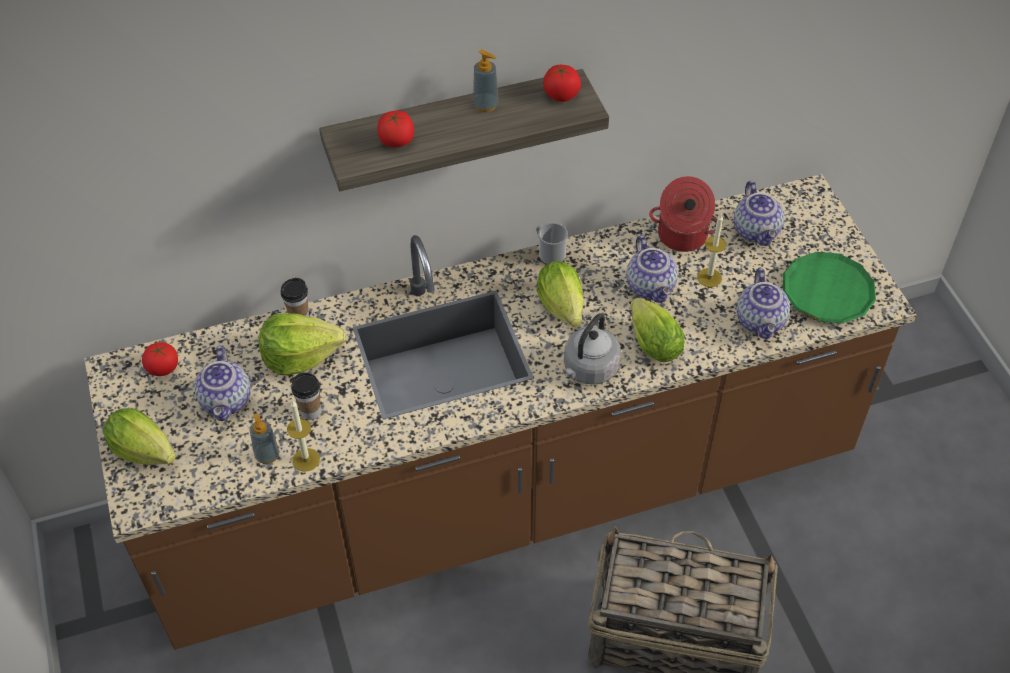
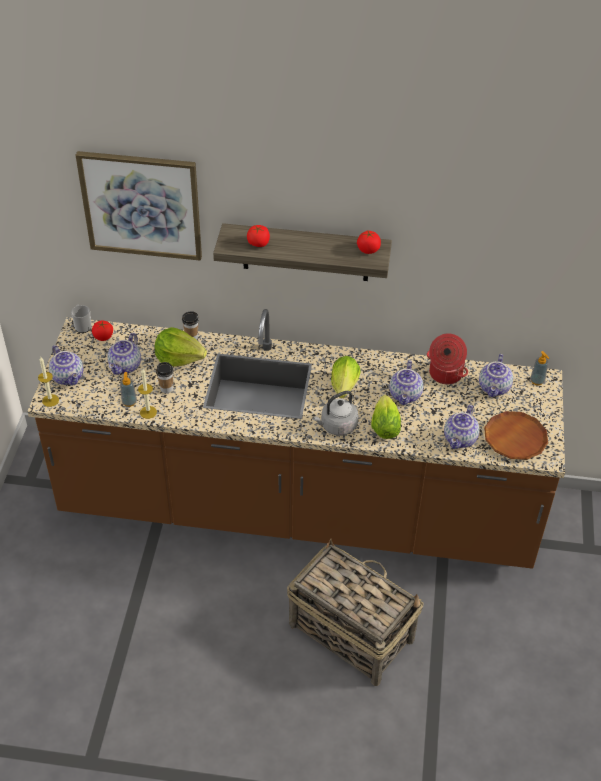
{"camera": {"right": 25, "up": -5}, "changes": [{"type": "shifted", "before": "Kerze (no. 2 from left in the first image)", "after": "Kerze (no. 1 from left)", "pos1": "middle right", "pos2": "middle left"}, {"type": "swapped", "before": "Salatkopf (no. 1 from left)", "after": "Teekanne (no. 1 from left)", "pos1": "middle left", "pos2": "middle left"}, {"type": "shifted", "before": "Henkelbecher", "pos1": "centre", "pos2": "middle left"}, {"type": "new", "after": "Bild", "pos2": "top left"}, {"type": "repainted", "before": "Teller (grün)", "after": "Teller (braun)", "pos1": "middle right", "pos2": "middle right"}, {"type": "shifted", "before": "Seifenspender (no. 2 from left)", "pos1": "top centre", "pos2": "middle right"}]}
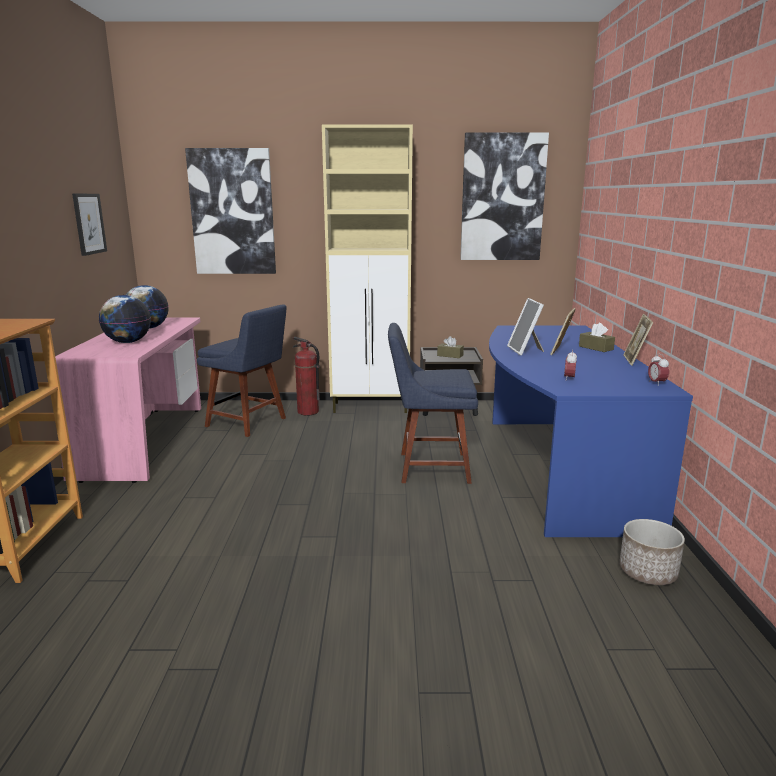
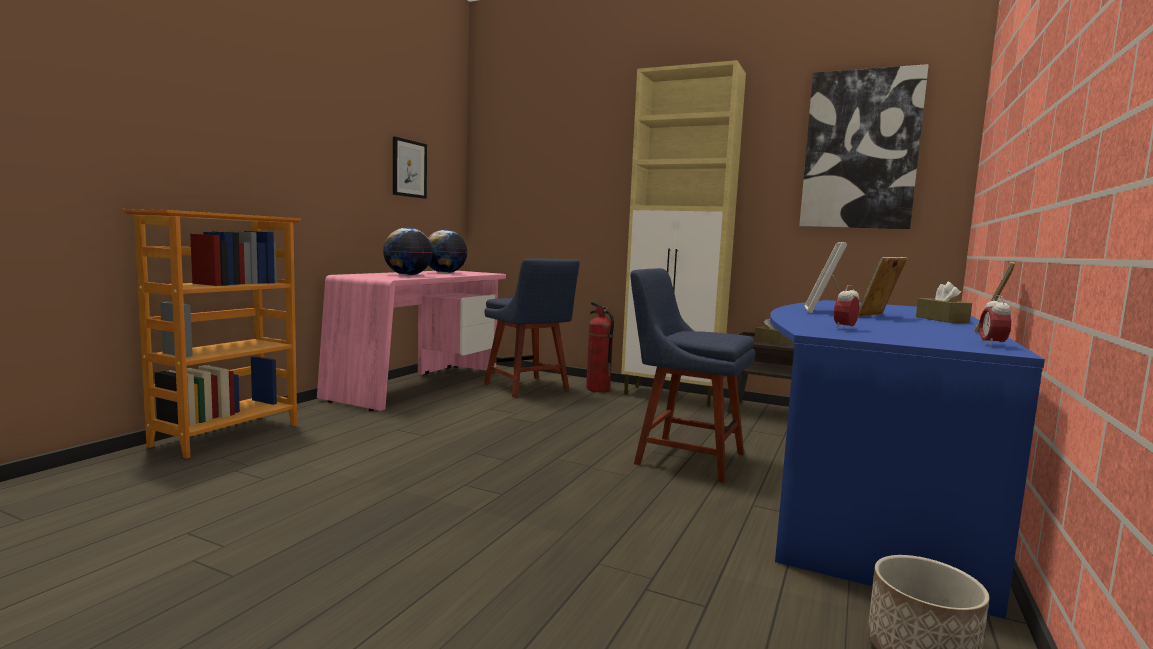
{"camera": {"right": 25, "up": -10}, "changes": [{"type": "gone", "before": "Bild (no. 2 from left)", "pos1": "top left"}]}
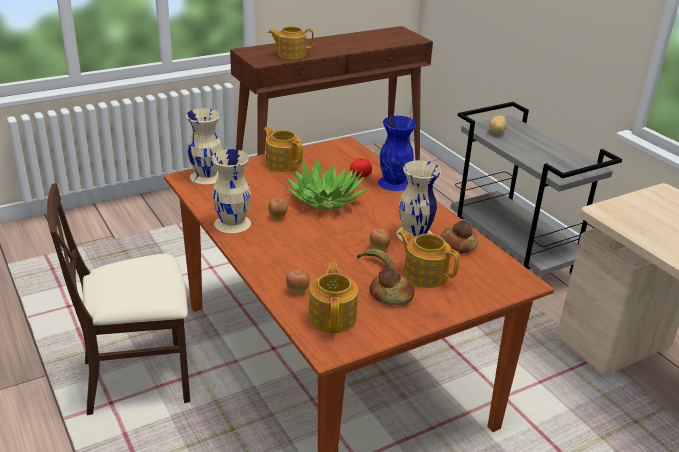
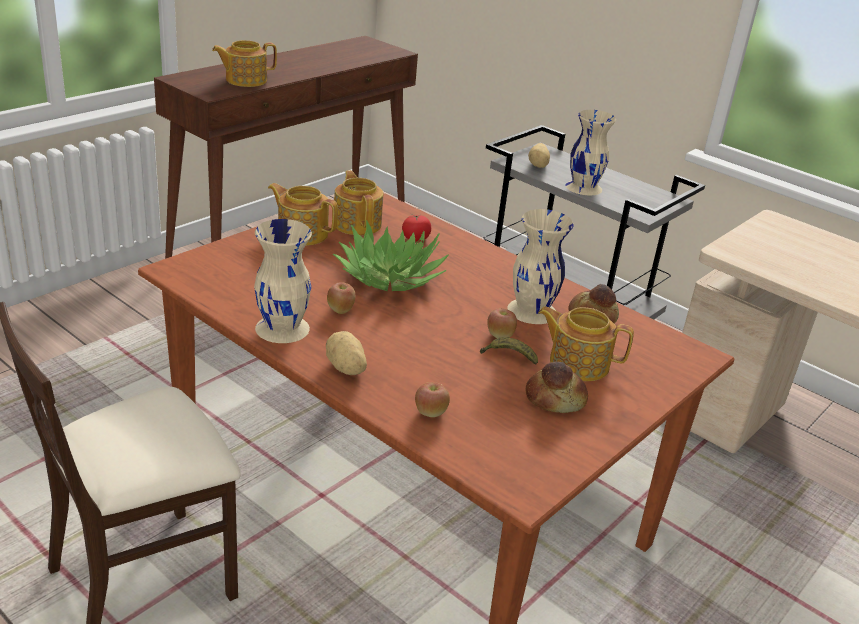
{"camera": {"right": -20, "up": 0}, "changes": [{"type": "new", "after": "Kartoffel (no. 1 from left)", "pos2": "centre"}, {"type": "shifted", "before": "Teekanne (no. 3 from left)", "pos1": "centre", "pos2": "top centre"}, {"type": "shifted", "before": "Vase (beige) (no. 1 from left in the first image)", "after": "Vase (beige) (no. 3 from left)", "pos1": "top left", "pos2": "top right"}, {"type": "gone", "before": "Vase (blau)", "pos1": "centre"}]}
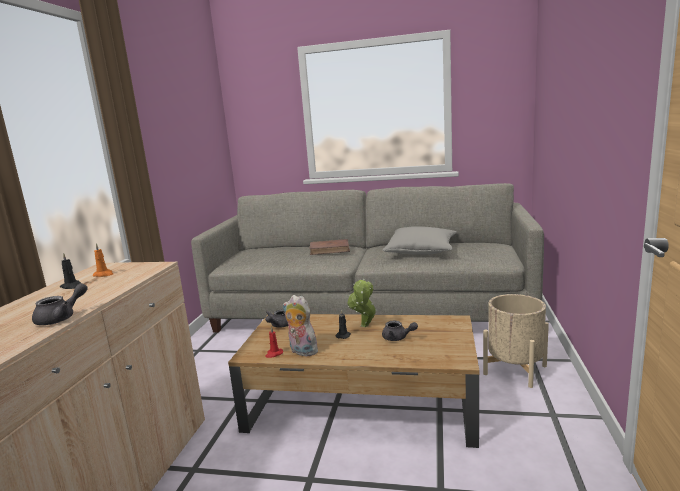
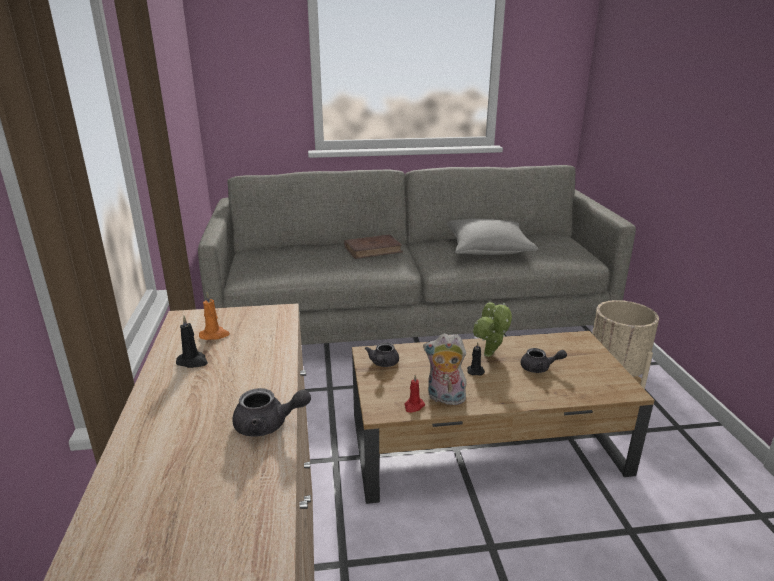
{"camera": {"right": -20, "up": 10}, "changes": [{"type": "rotated", "before": "Teekanne (grau) (no. 1 from left)", "pos1": "middle left", "pos2": "bottom centre", "turn": 75}]}
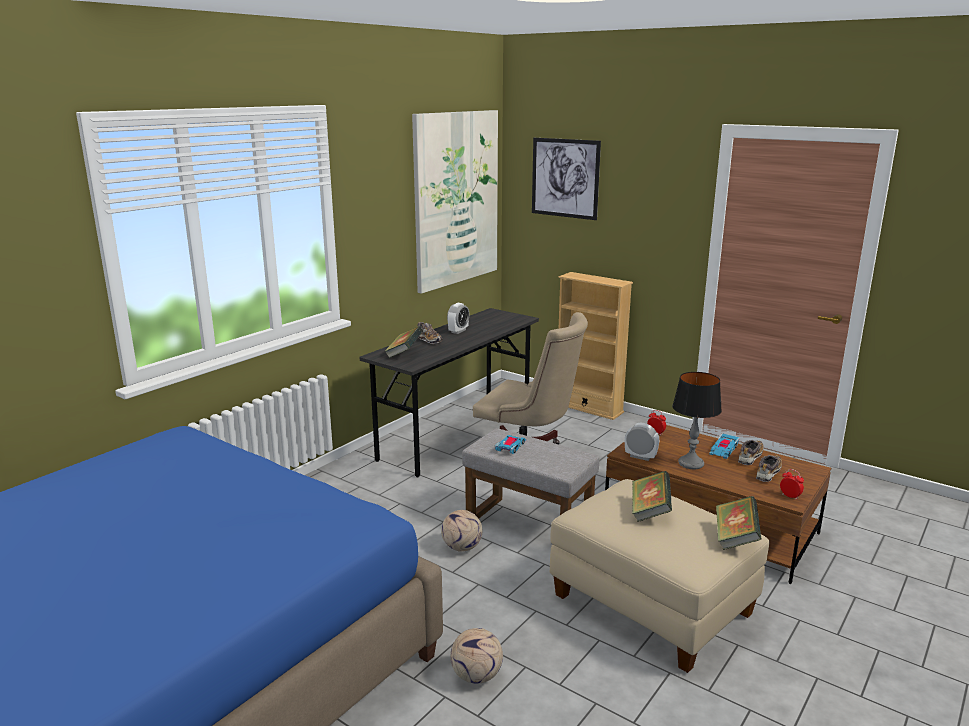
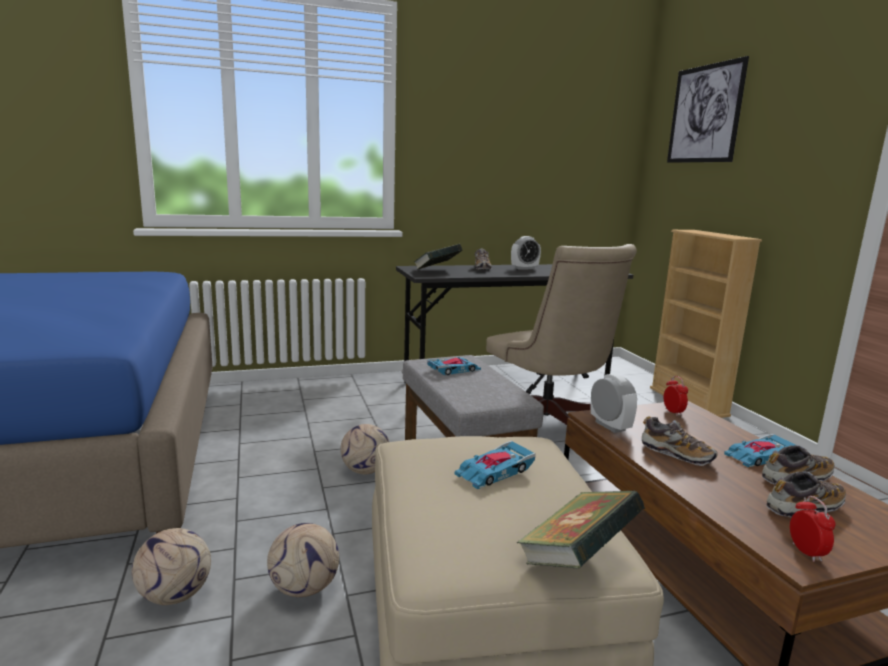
{"camera": {"right": 35, "up": -5}, "changes": [{"type": "new", "after": "Fußball (no. 2 from left)", "pos2": "bottom centre"}, {"type": "swapped", "before": "Buch (no. 2 from left)", "after": "Spielzeugauto (no. 2 from left)", "pos1": "bottom right", "pos2": "bottom centre"}, {"type": "swapped", "before": "Tischlampe", "after": "Schuh (no. 2 from left)", "pos1": "middle right", "pos2": "middle right"}, {"type": "gone", "before": "Bild (no. 1 from left)", "pos1": "top centre"}]}
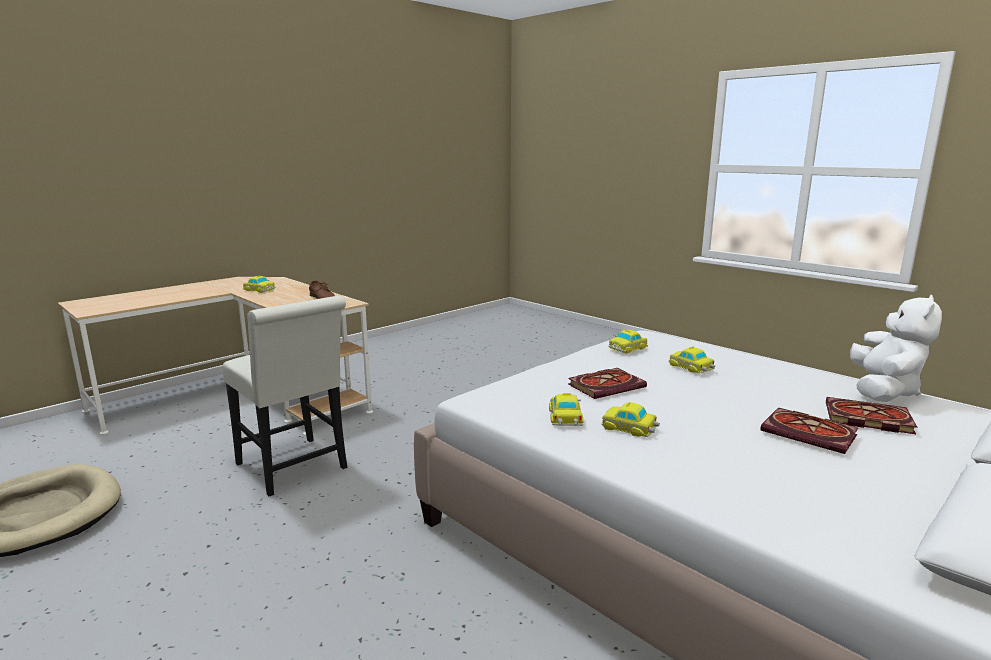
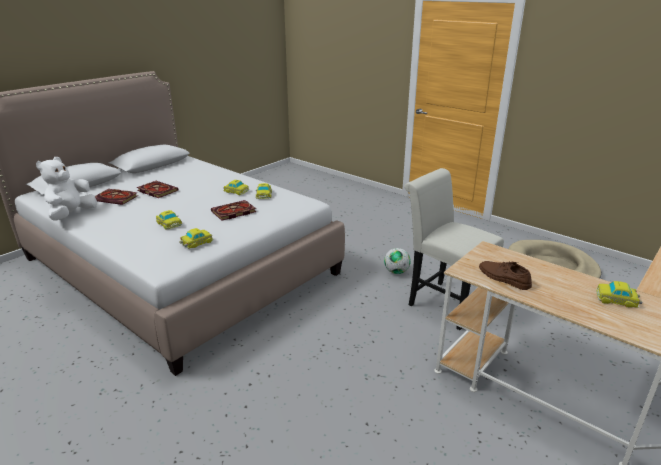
{"camera": {"right": 175, "up": 10}, "changes": [{"type": "new", "after": "Fußball", "pos2": "centre"}]}
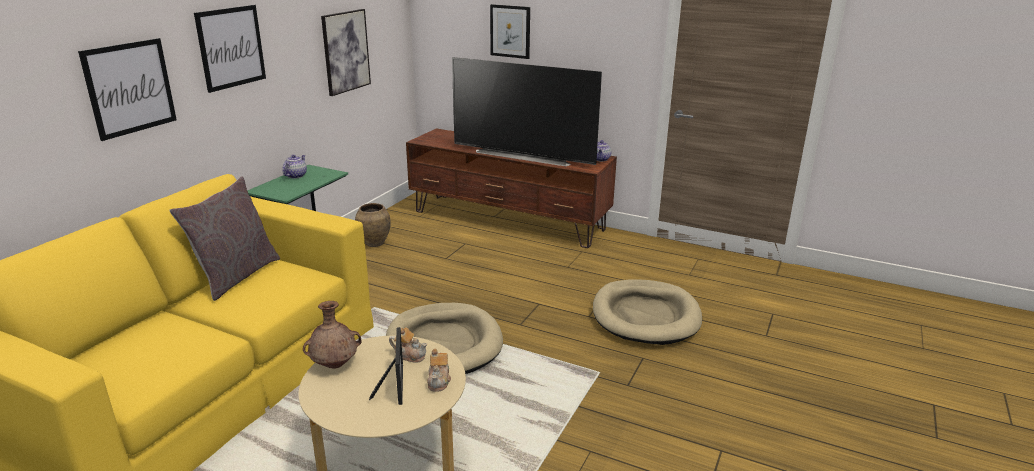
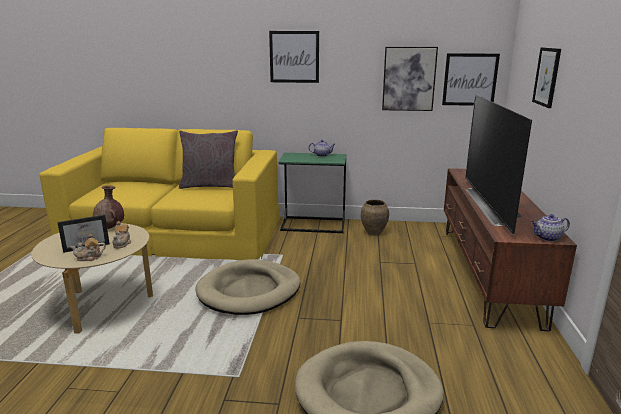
{"camera": {"right": 70, "up": -5}, "changes": [{"type": "shifted", "before": "Bild (no. 1 from left in the first image)", "after": "Bild (no. 3 from left)", "pos1": "top left", "pos2": "top right"}]}
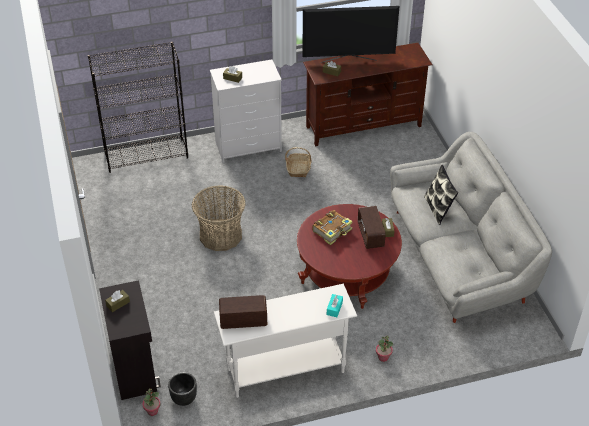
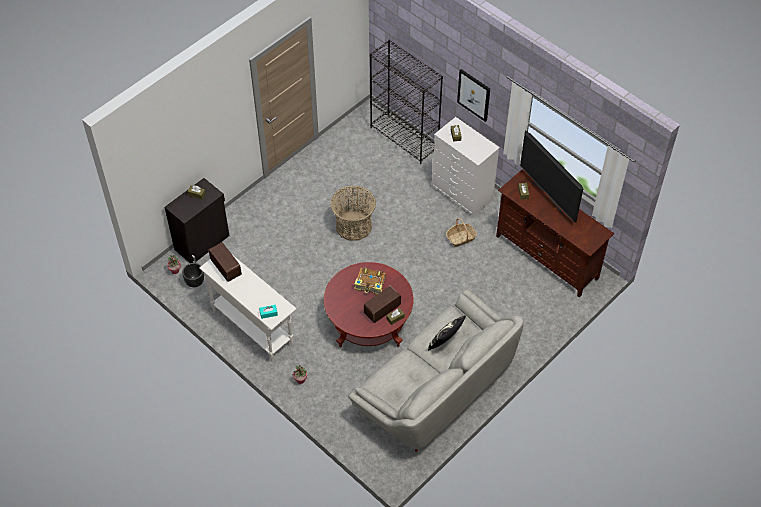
{"camera": {"right": 60, "up": 10}, "changes": [{"type": "new", "after": "Bild", "pos2": "top centre"}]}
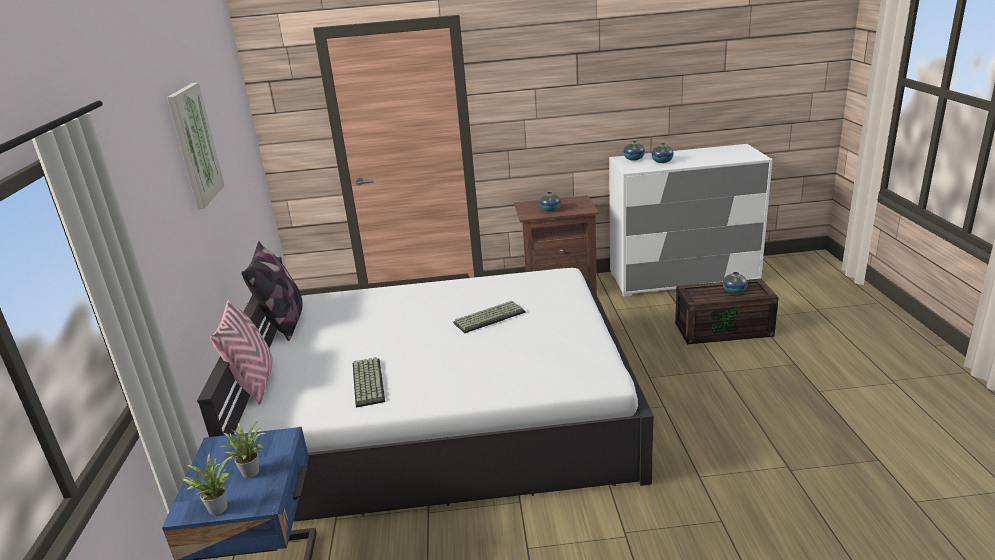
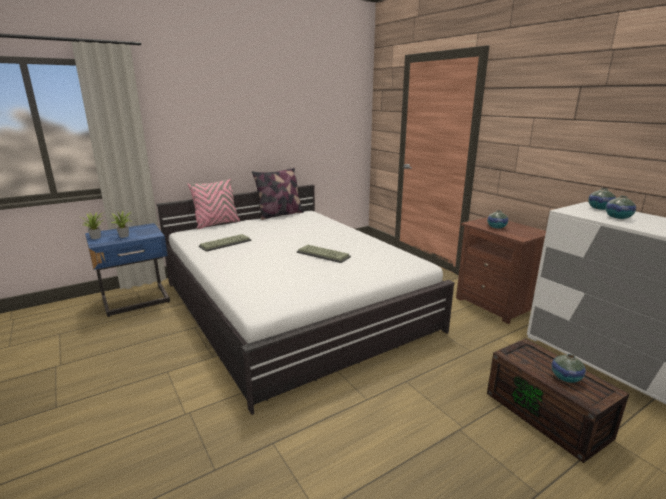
{"camera": {"right": 60, "up": -5}, "changes": [{"type": "gone", "before": "Bild", "pos1": "top left"}]}
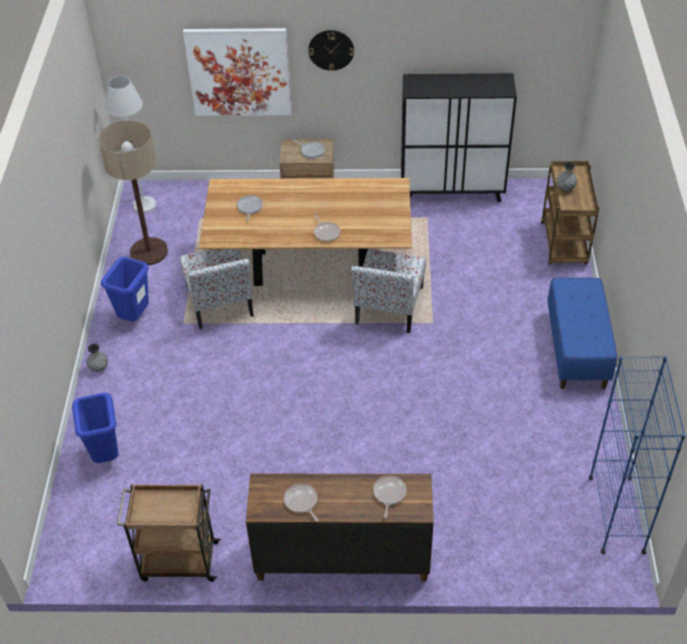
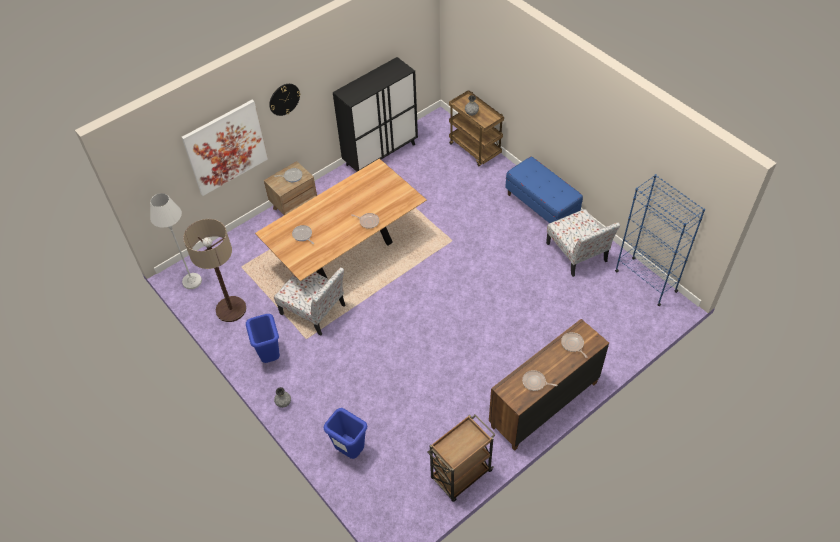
{"camera": {"right": -40, "up": 5}, "changes": [{"type": "shifted", "before": "Stuhl (no. 2 from left)", "pos1": "centre", "pos2": "middle right"}]}
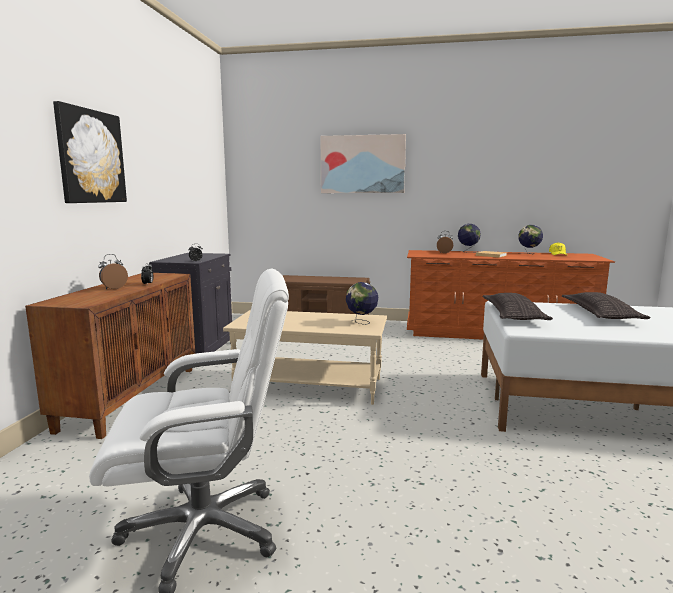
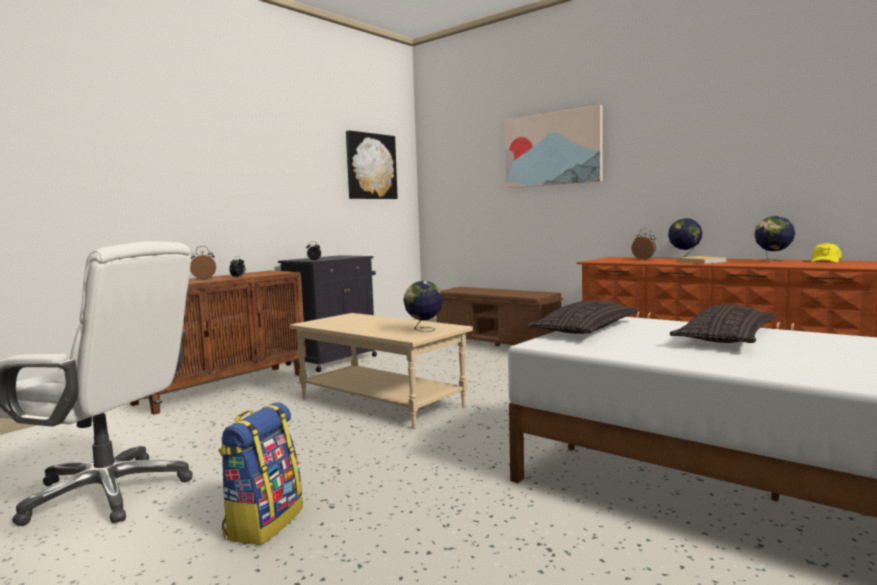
{"camera": {"right": 30, "up": -5}, "changes": [{"type": "new", "after": "Rucksack", "pos2": "bottom left"}, {"type": "shifted", "before": "Bild (no. 1 from left)", "pos1": "top left", "pos2": "top centre"}]}
